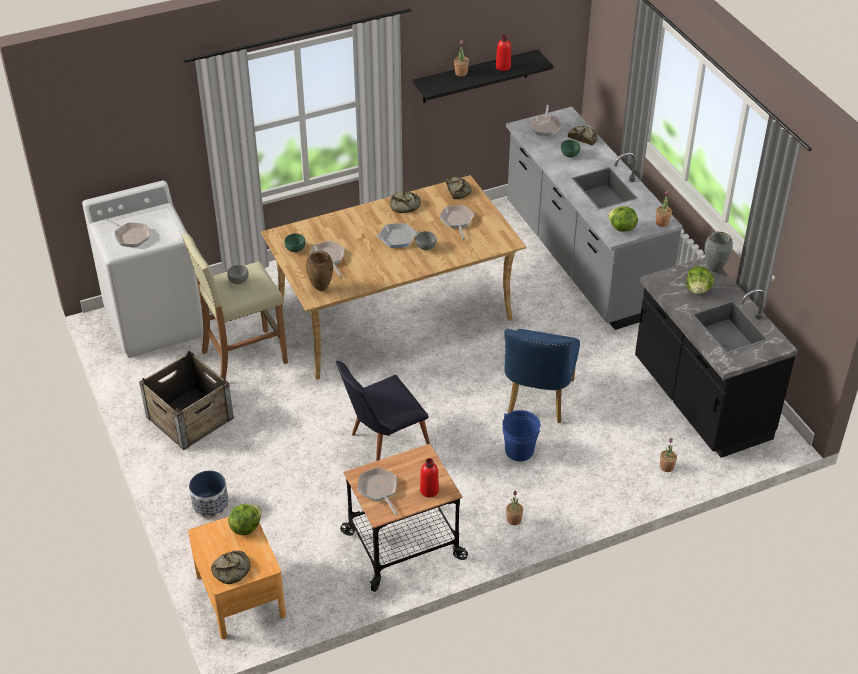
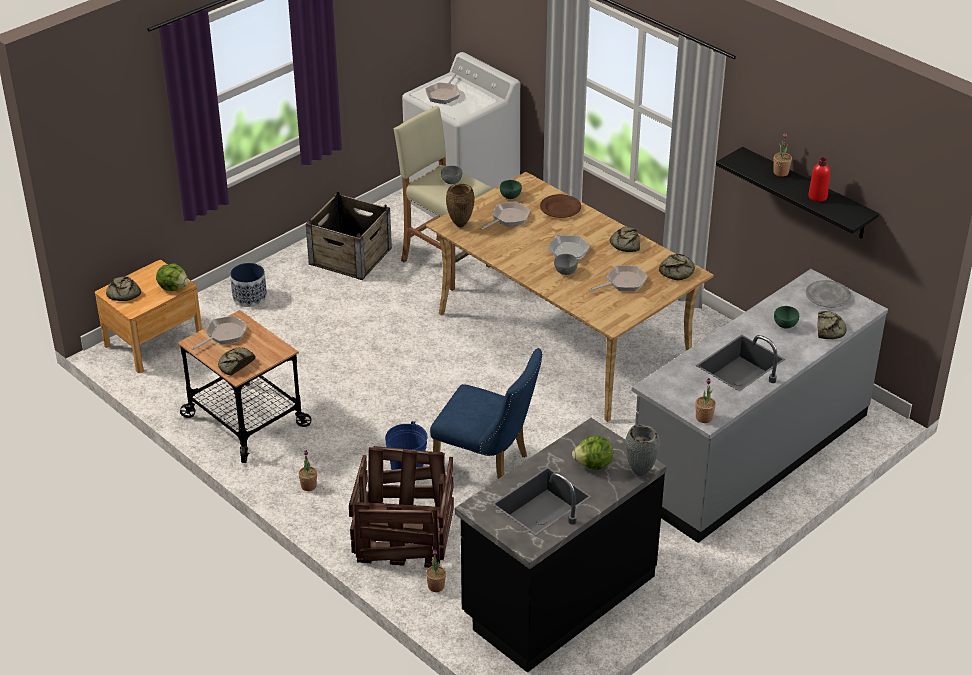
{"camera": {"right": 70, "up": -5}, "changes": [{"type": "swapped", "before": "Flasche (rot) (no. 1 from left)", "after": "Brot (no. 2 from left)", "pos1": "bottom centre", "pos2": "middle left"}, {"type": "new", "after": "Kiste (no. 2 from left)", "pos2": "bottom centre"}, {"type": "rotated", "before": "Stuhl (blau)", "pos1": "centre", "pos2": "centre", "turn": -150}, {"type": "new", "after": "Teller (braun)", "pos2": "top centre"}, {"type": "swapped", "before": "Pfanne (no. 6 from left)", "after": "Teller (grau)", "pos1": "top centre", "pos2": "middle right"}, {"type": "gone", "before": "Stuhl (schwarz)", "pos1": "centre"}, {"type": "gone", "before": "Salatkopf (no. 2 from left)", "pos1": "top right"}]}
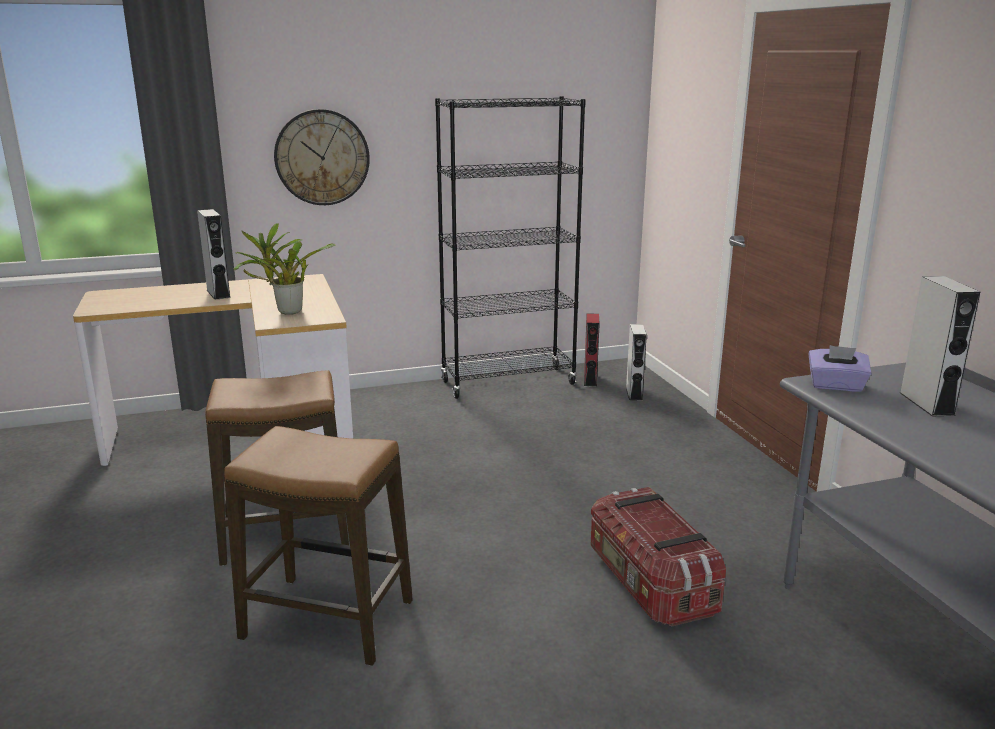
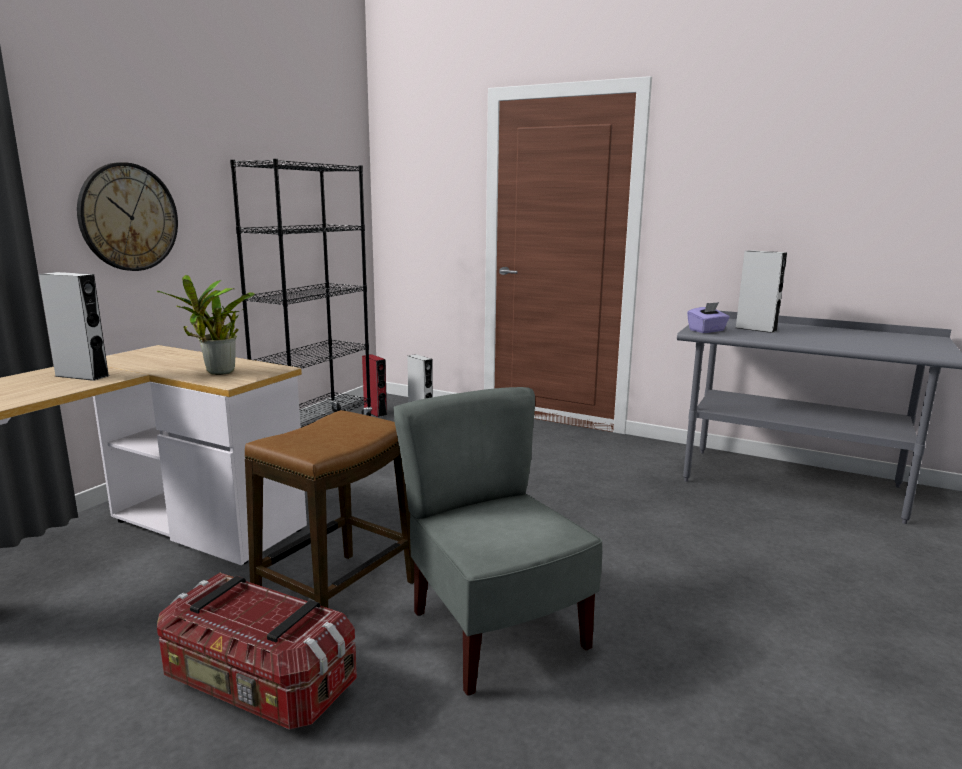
{"camera": {"right": -45, "up": -5}, "changes": [{"type": "shifted", "before": "Aufbewahrungsbox", "pos1": "bottom centre", "pos2": "bottom left"}, {"type": "swapped", "before": "Hocker (no. 2 from left)", "after": "Stuhl (grau)", "pos1": "bottom left", "pos2": "bottom centre"}]}
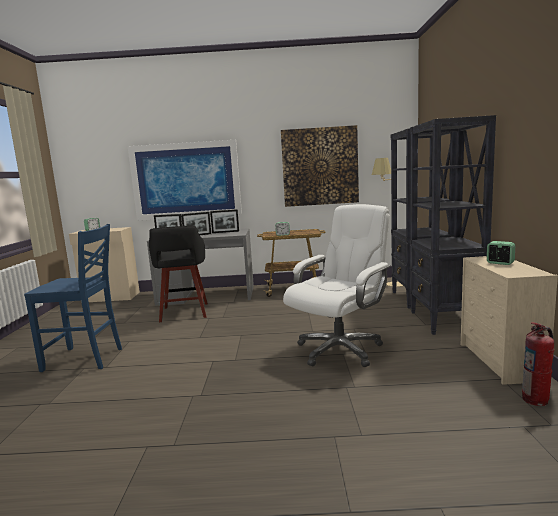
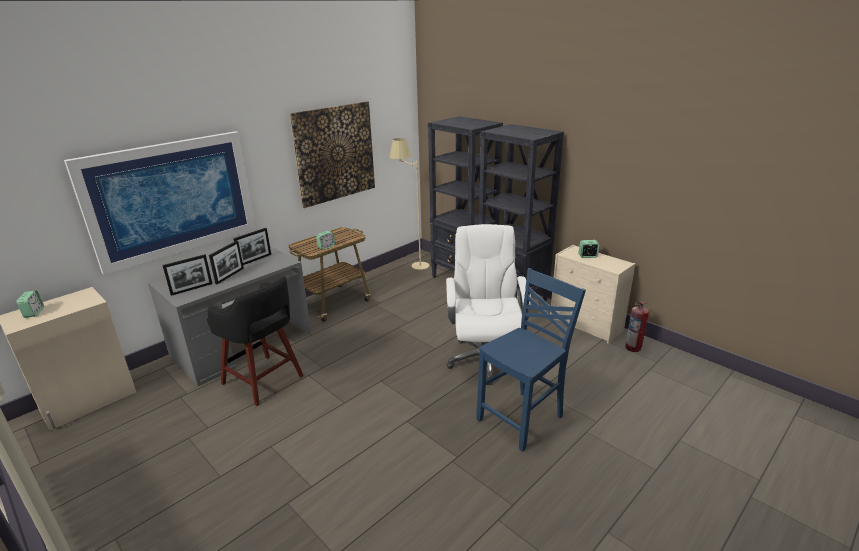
{"camera": {"right": -45, "up": 15}, "changes": [{"type": "shifted", "before": "Stuhl (blau)", "pos1": "middle left", "pos2": "centre"}]}
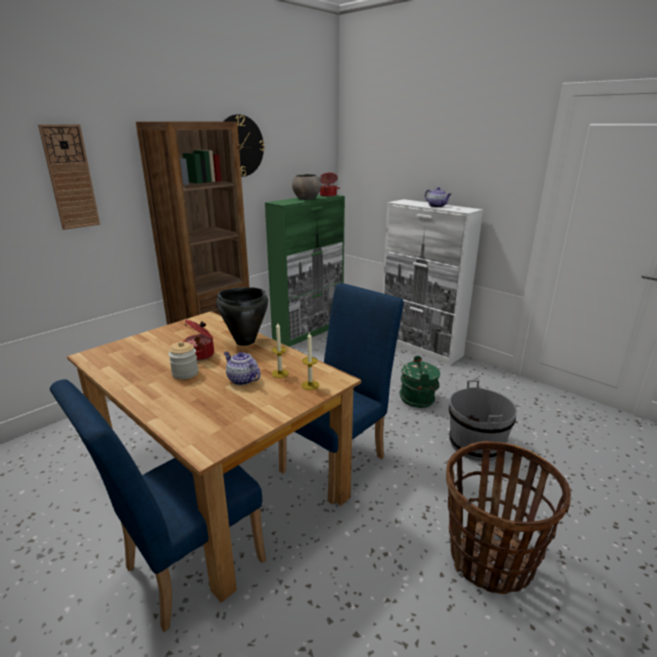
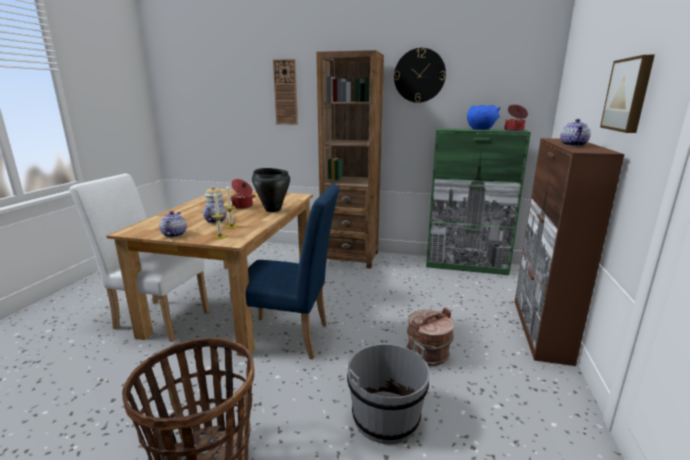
{"camera": {"right": 60, "up": -5}, "changes": [{"type": "repainted", "before": "Stuhl (blau) (no. 1 from left)", "after": "Stuhl (weiß)", "pos1": "bottom left", "pos2": "middle left"}, {"type": "new", "after": "Teekanne (no. 1 from left)", "pos2": "middle left"}, {"type": "repainted", "before": "Eimer (grün)", "after": "Eimer (braun)", "pos1": "centre", "pos2": "bottom centre"}, {"type": "repainted", "before": "Schüssel (grau)", "after": "Schüssel (blau)", "pos1": "top centre", "pos2": "top right"}, {"type": "repainted", "before": "Schrank (weiß)", "after": "Schrank (braun)", "pos1": "centre", "pos2": "middle right"}, {"type": "new", "after": "Bild", "pos2": "top right"}]}
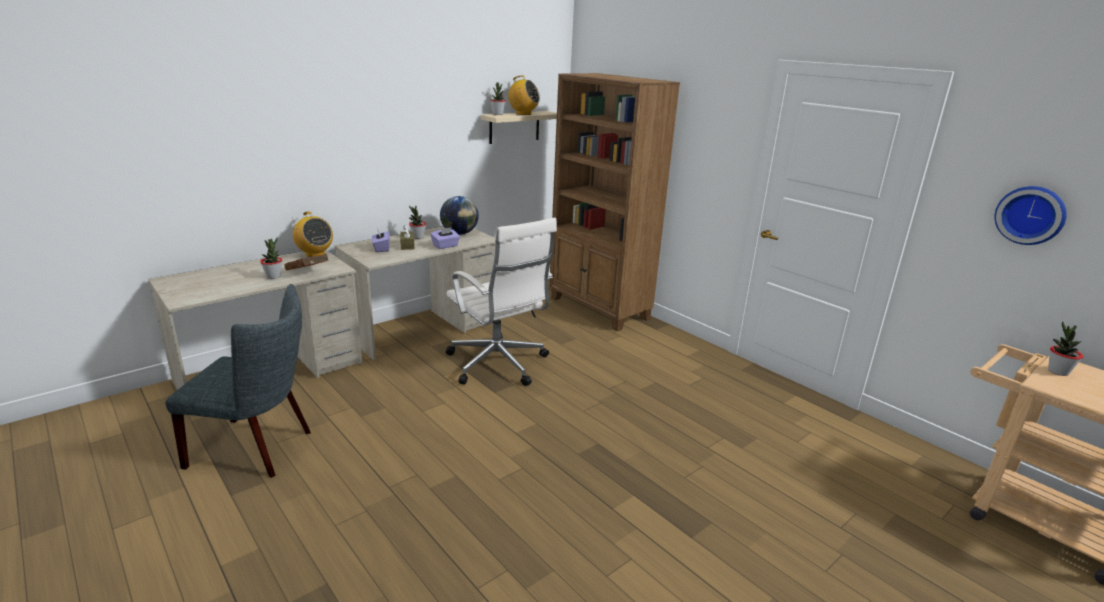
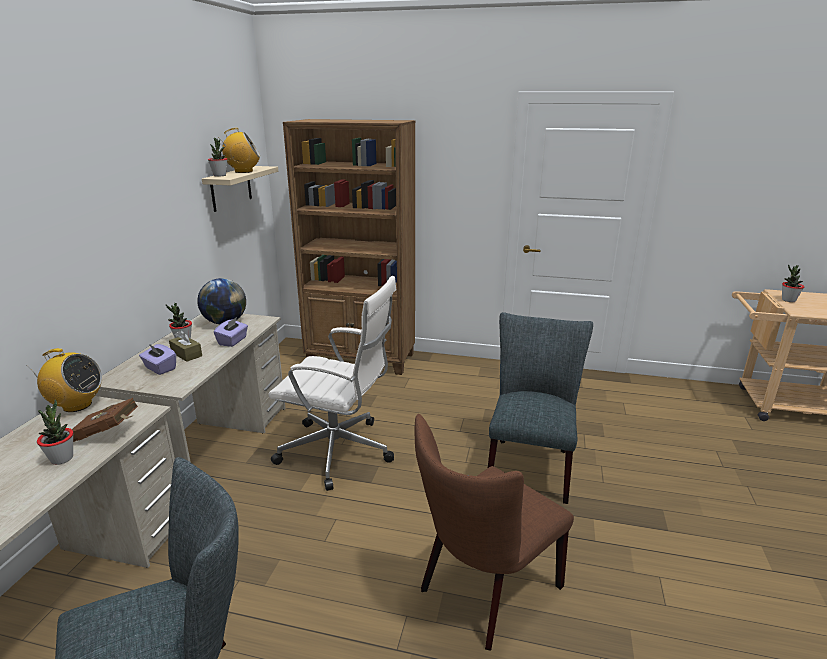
{"camera": {"right": -35, "up": 0}, "changes": [{"type": "new", "after": "Stuhl (braun)", "pos2": "bottom centre"}, {"type": "new", "after": "Stuhl (grau) (no. 2 from left)", "pos2": "centre"}, {"type": "gone", "before": "Wanduhr", "pos1": "middle right"}]}
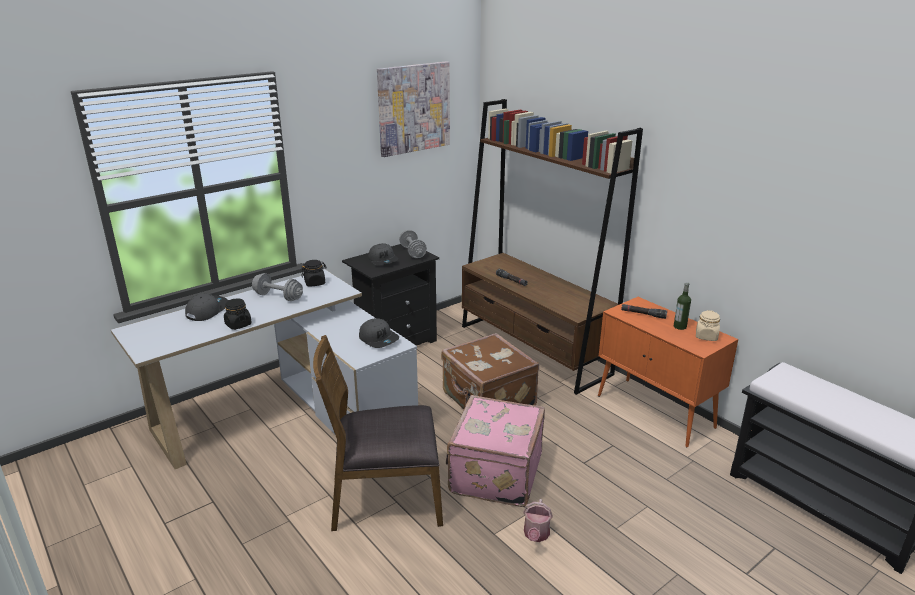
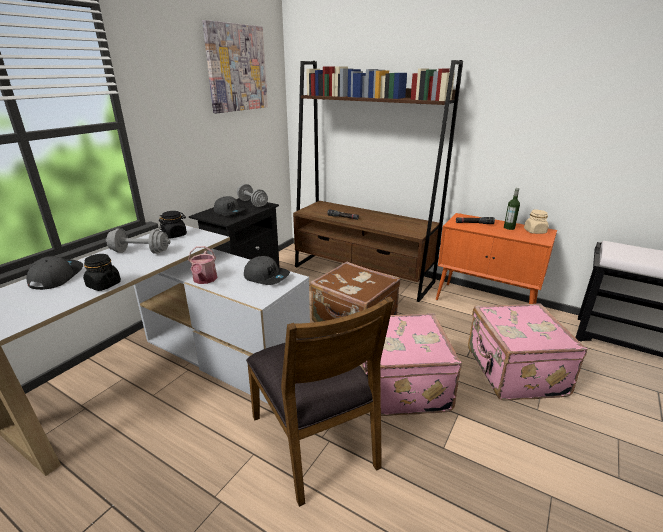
{"camera": {"right": -20, "up": 0}, "changes": [{"type": "shifted", "before": "Gießkanne", "pos1": "bottom centre", "pos2": "middle left"}, {"type": "rotated", "before": "Stuhl (braun)", "pos1": "bottom centre", "pos2": "bottom centre", "turn": -90}, {"type": "new", "after": "Koffer (rosa) (no. 2 from left)", "pos2": "middle right"}]}
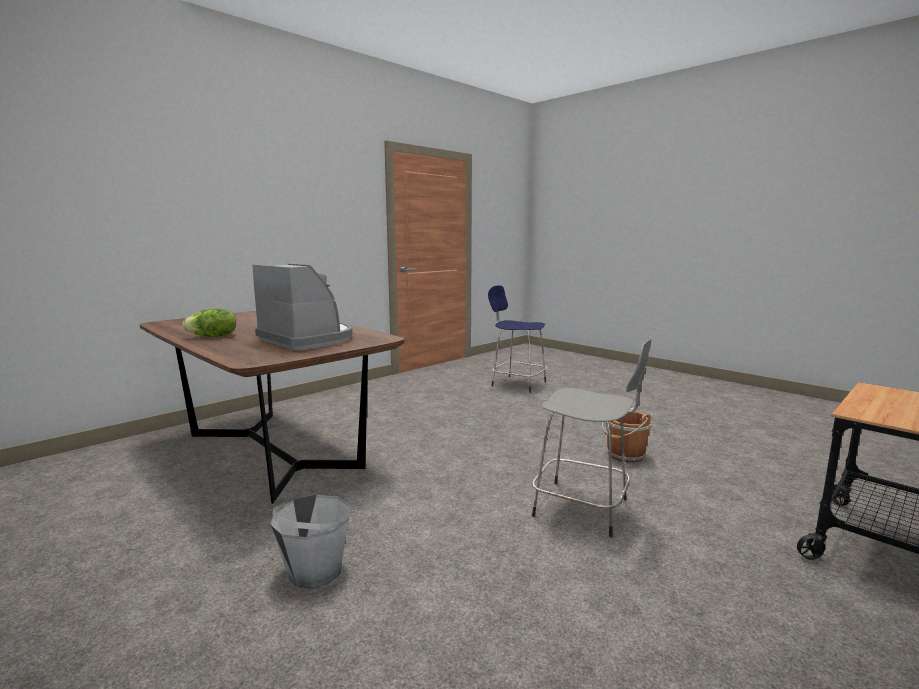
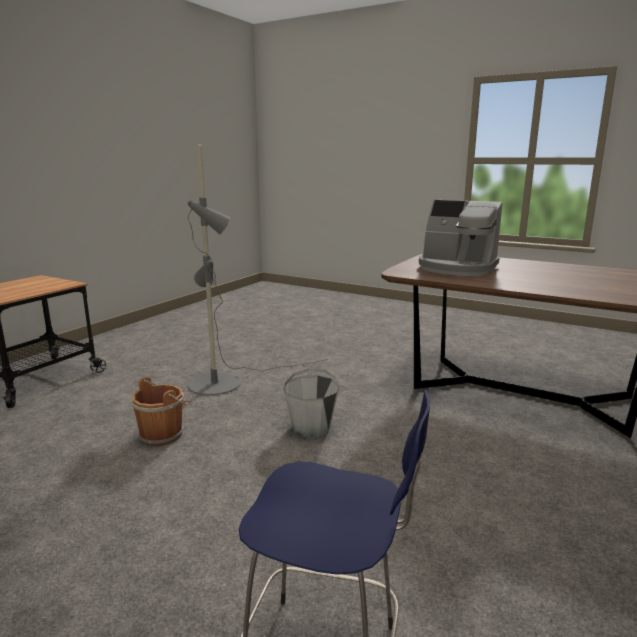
{"camera": {"right": 165, "up": 5}, "changes": [{"type": "swapped", "before": "Hocker (grau)", "after": "Stehlampe (grau)", "pos1": "centre", "pos2": "centre"}, {"type": "shifted", "before": "Eimer (grau)", "pos1": "bottom centre", "pos2": "centre"}, {"type": "gone", "before": "Salatkopf", "pos1": "middle left"}]}
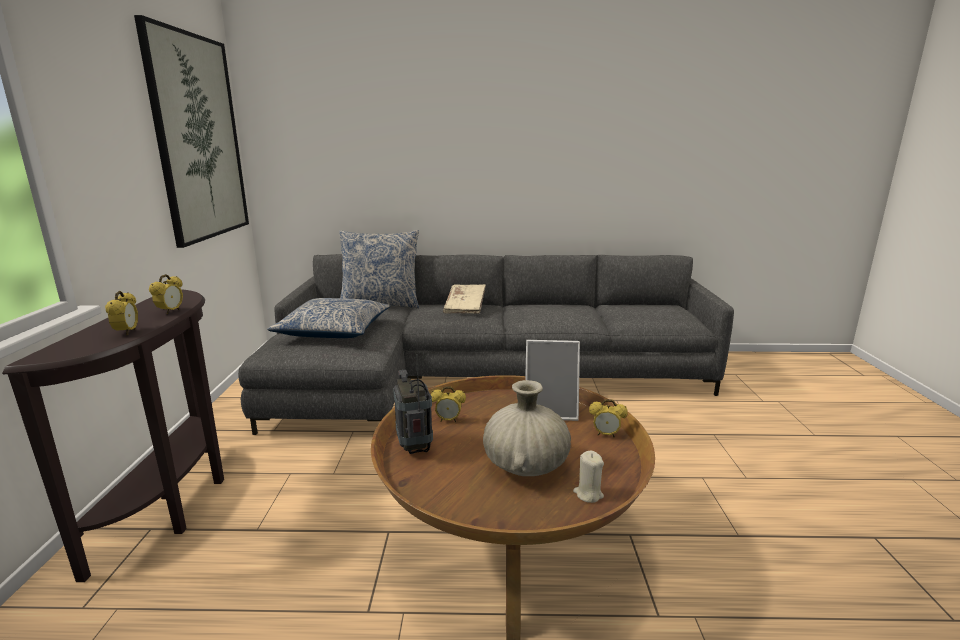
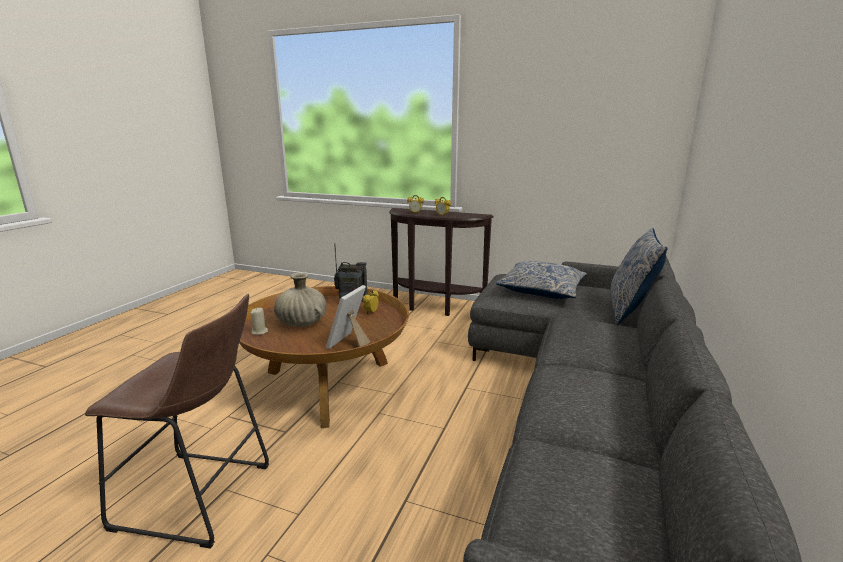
{"camera": {"right": 110, "up": 0}, "changes": [{"type": "new", "after": "Hocker (braun)", "pos2": "bottom left"}, {"type": "gone", "before": "Bild", "pos1": "top left"}, {"type": "gone", "before": "Buch (beige)", "pos1": "centre"}, {"type": "gone", "before": "Wecker (no. 4 from left)", "pos1": "centre"}]}
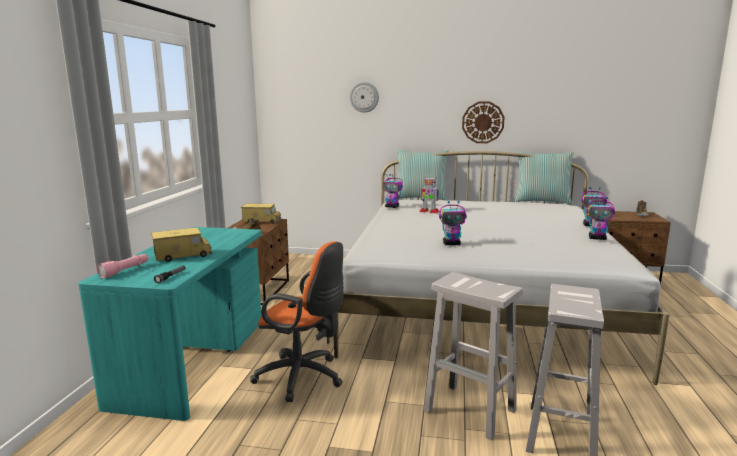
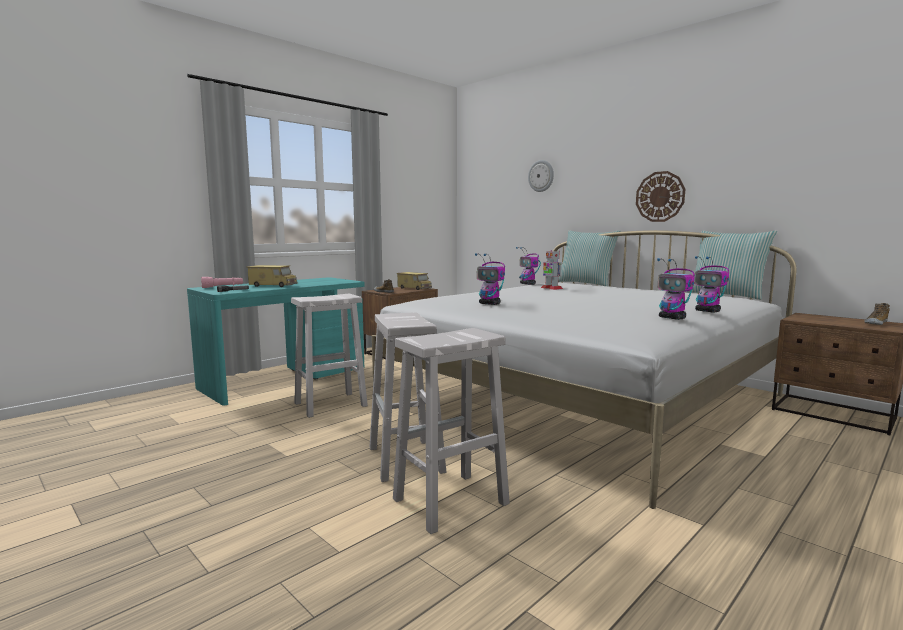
{"camera": {"right": 35, "up": -5}, "changes": [{"type": "swapped", "before": "Bürostuhl (orange)", "after": "Hocker (weiß) (no. 1 from left)", "pos1": "bottom centre", "pos2": "centre"}]}
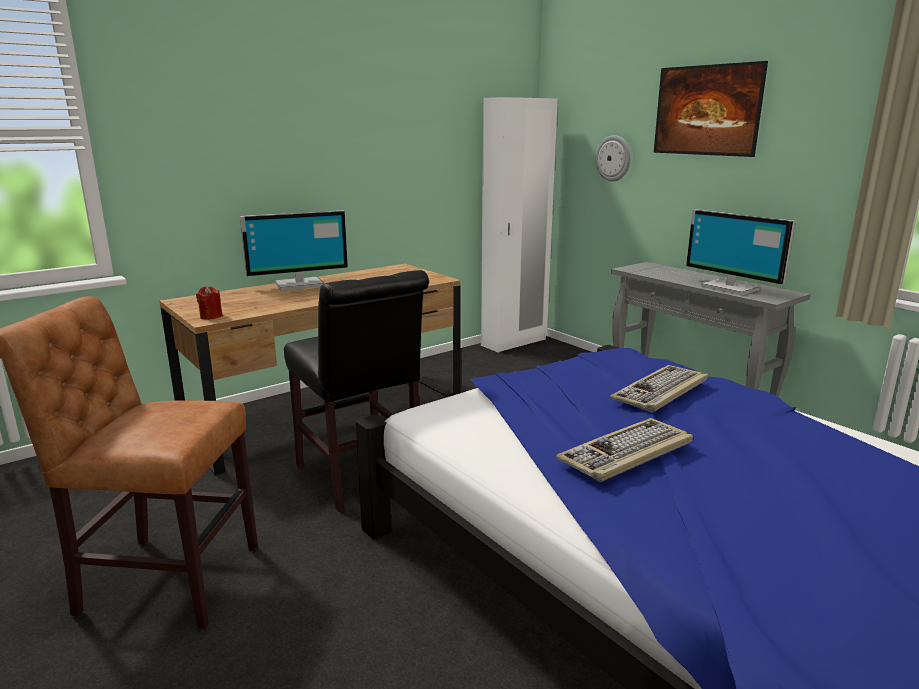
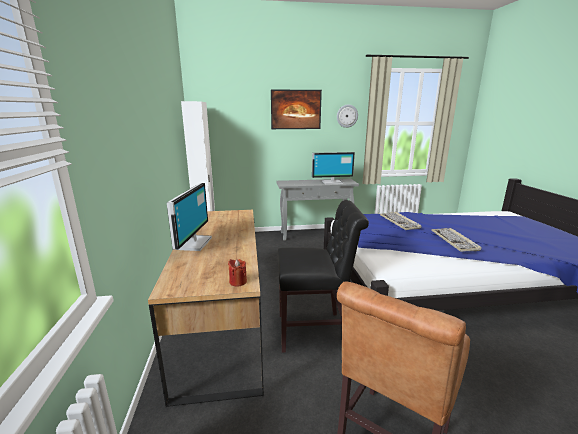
{"camera": {"right": -60, "up": 0}, "changes": [{"type": "shifted", "before": "Wanduhr", "pos1": "top right", "pos2": "top centre"}]}
